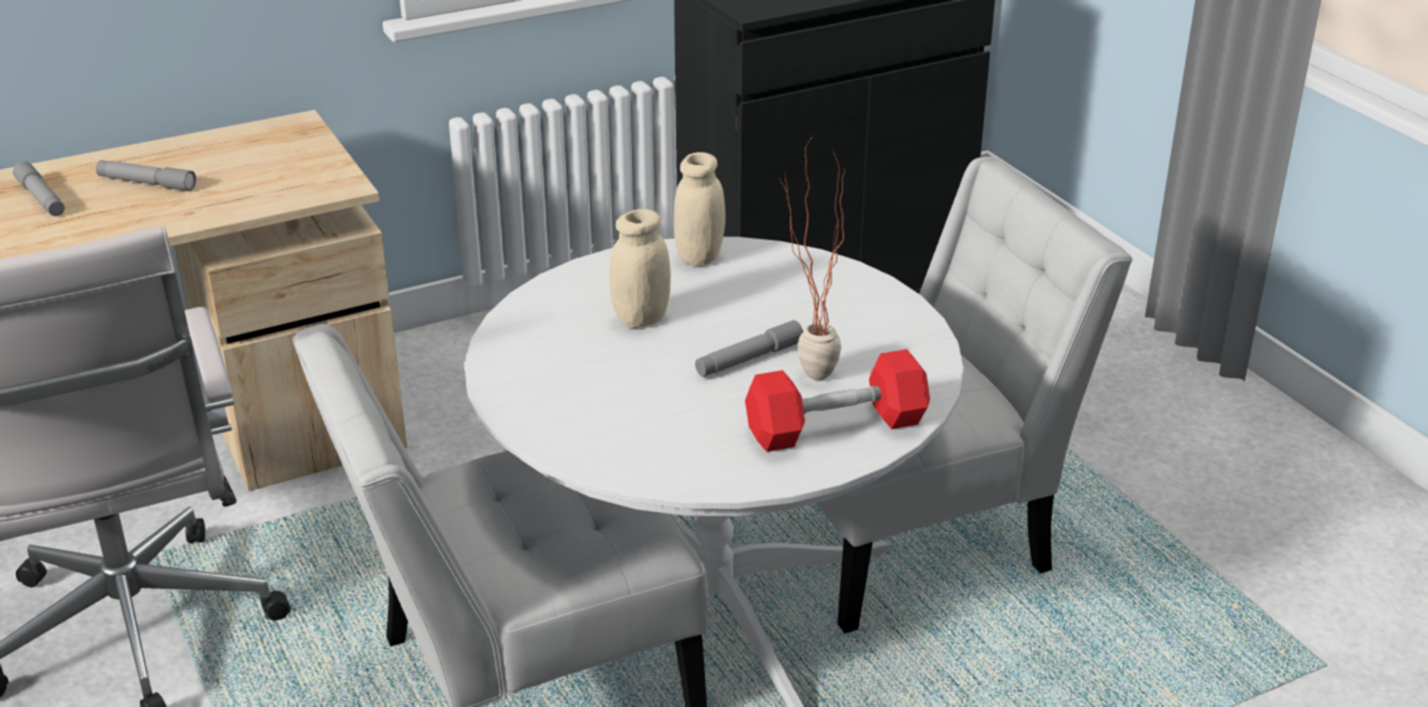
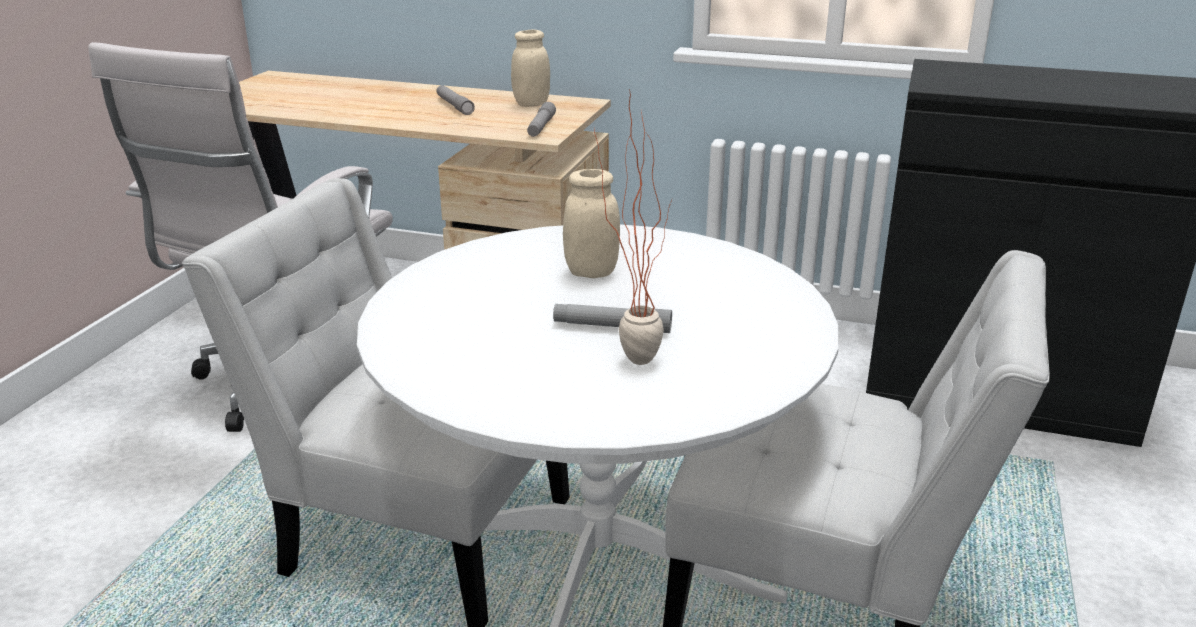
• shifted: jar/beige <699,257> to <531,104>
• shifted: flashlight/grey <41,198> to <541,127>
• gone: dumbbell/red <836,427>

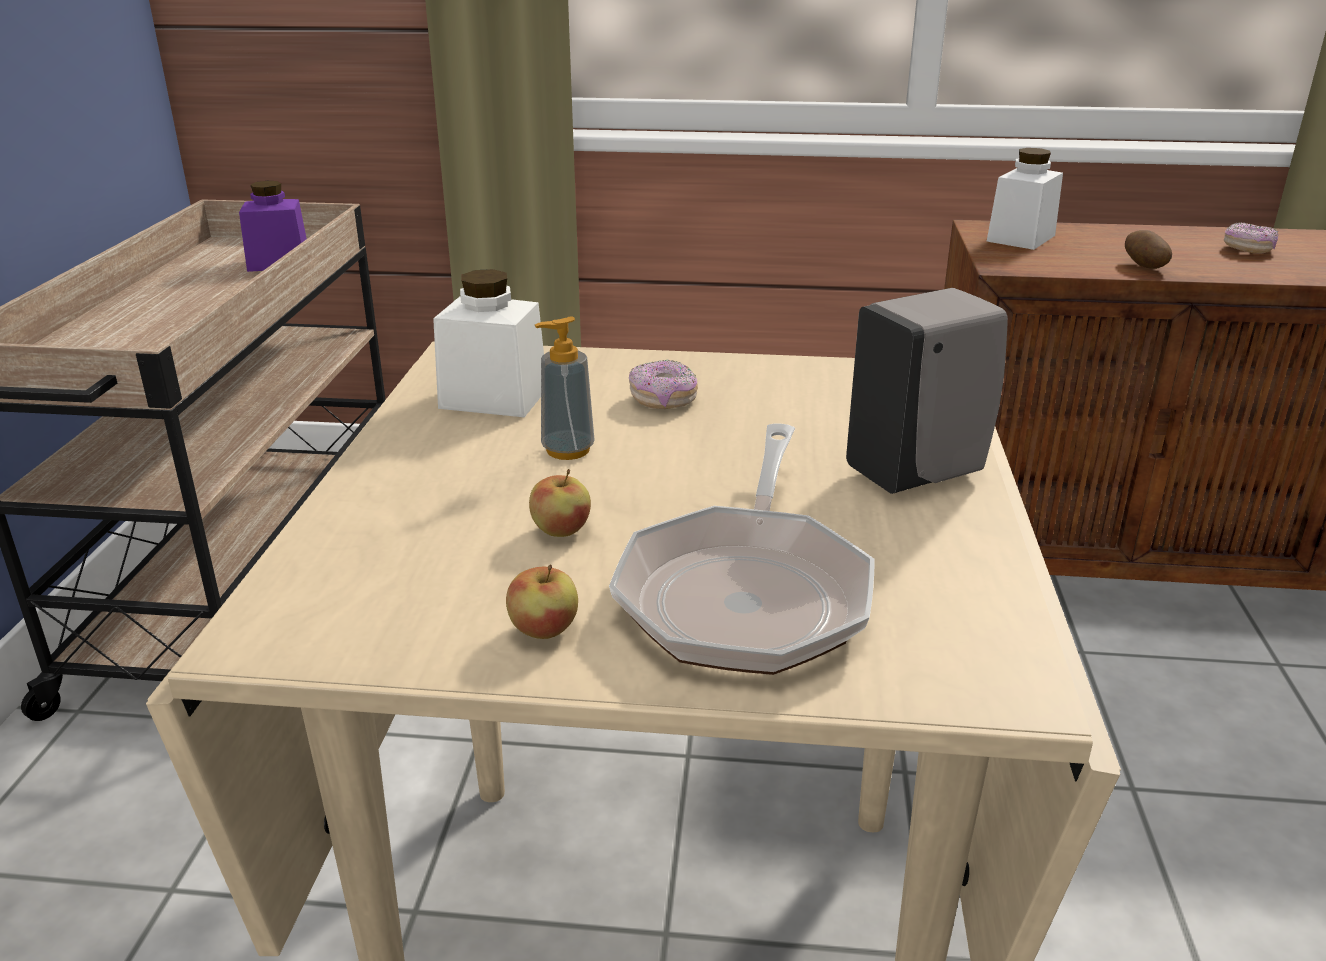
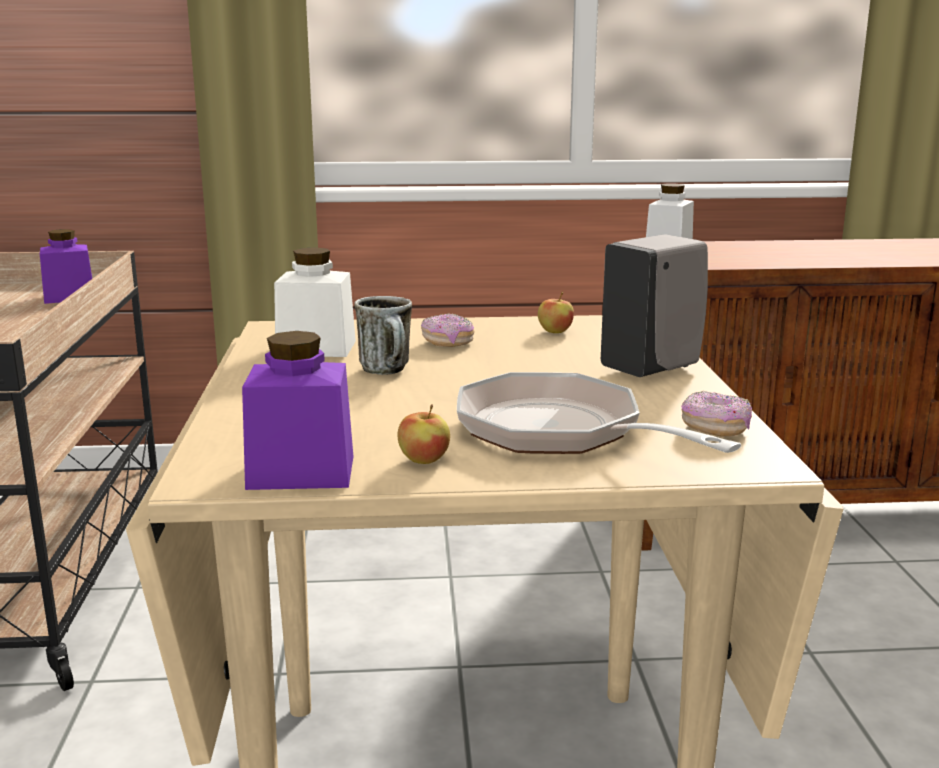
• new: jar/purple <301,472>
• swapped: soap dispenser <567,450> to mug <390,372>
• rotated: frying pan <747,591> = <560,432> 135 degrees clockwise
• shifted: apple <561,530> to <555,331>
• shifted: donut <1247,250> to <714,429>
• gone: potato <1144,267>

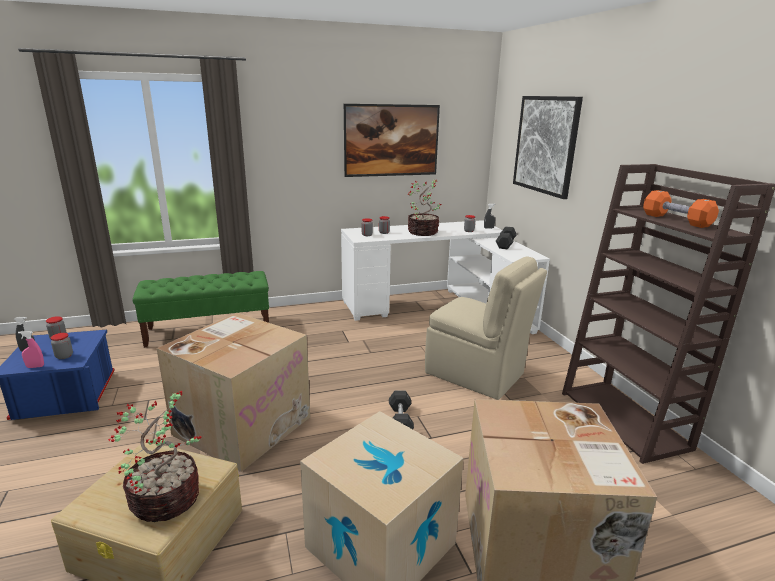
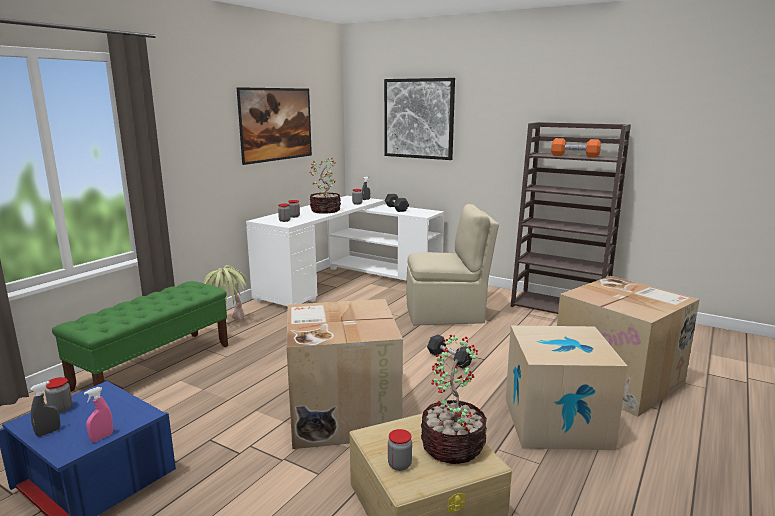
• new: potted plant <229,324>
• shifted: jar <64,356> to <399,465>

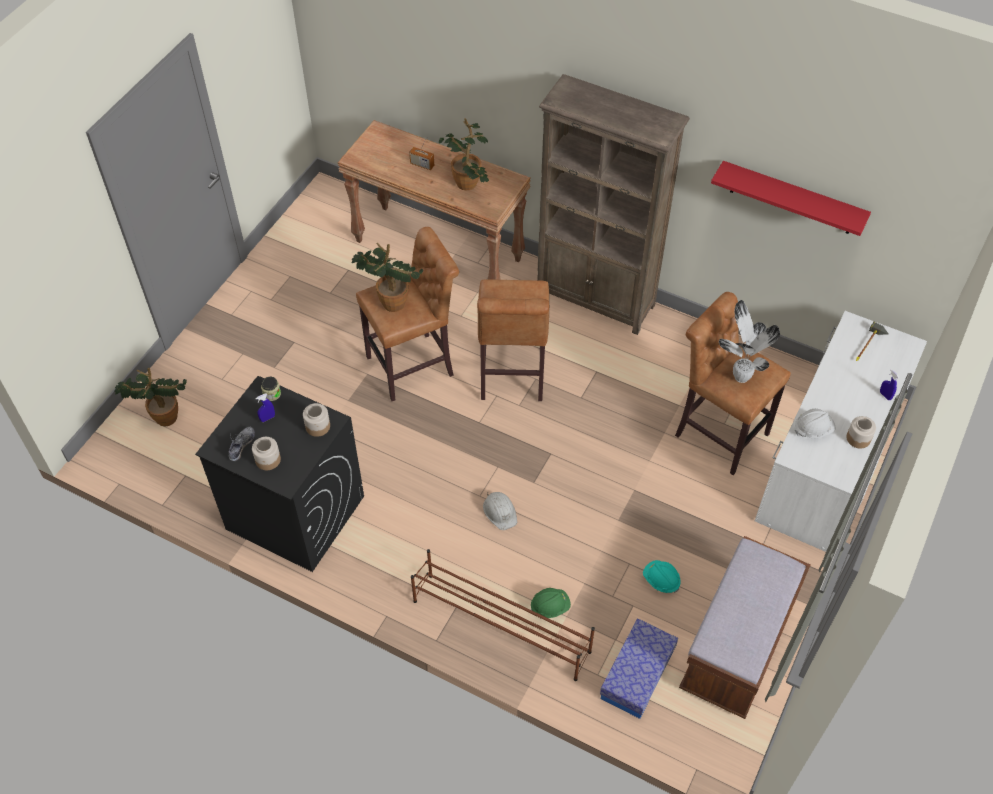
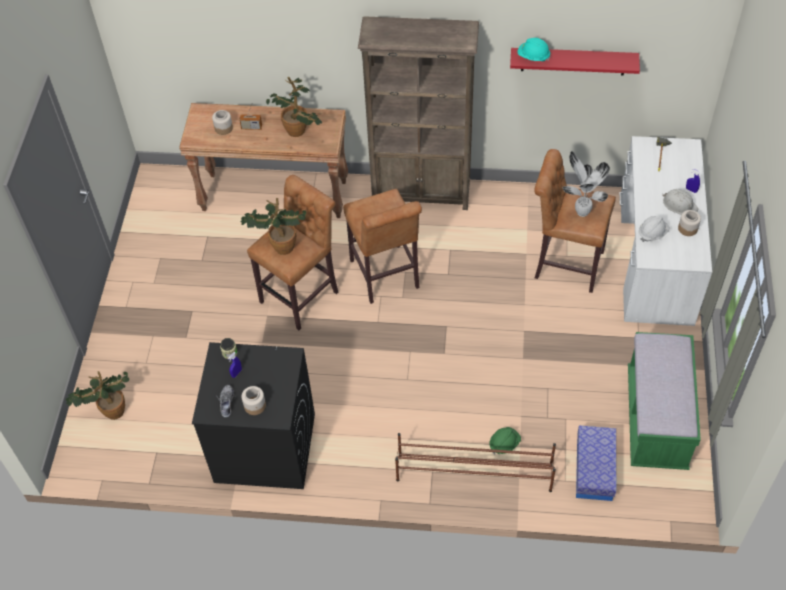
• shifted: jar <318,426> to <224,128>
• shifted: hard hat/turquoise <661,580> to <533,57>
• repainted: bench/brown <737,646> to bench/green <656,419>
• shifted: hard hat/white <500,511> to <679,204>

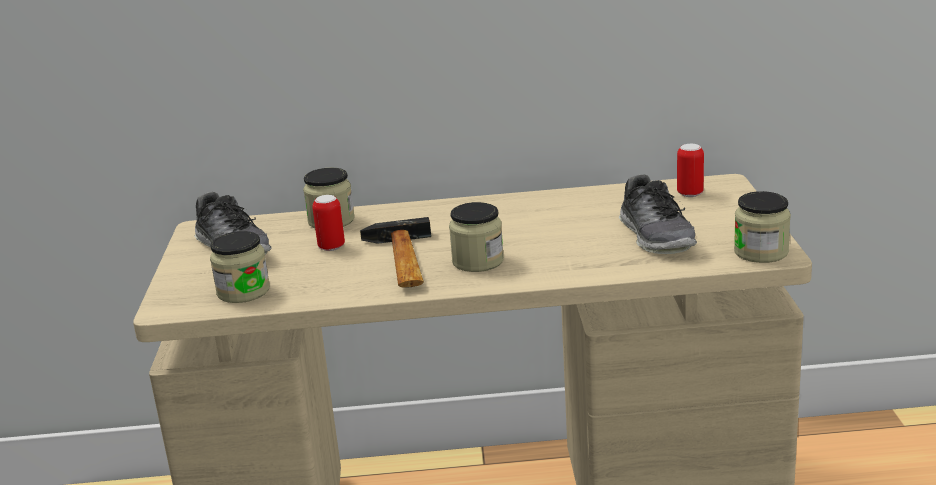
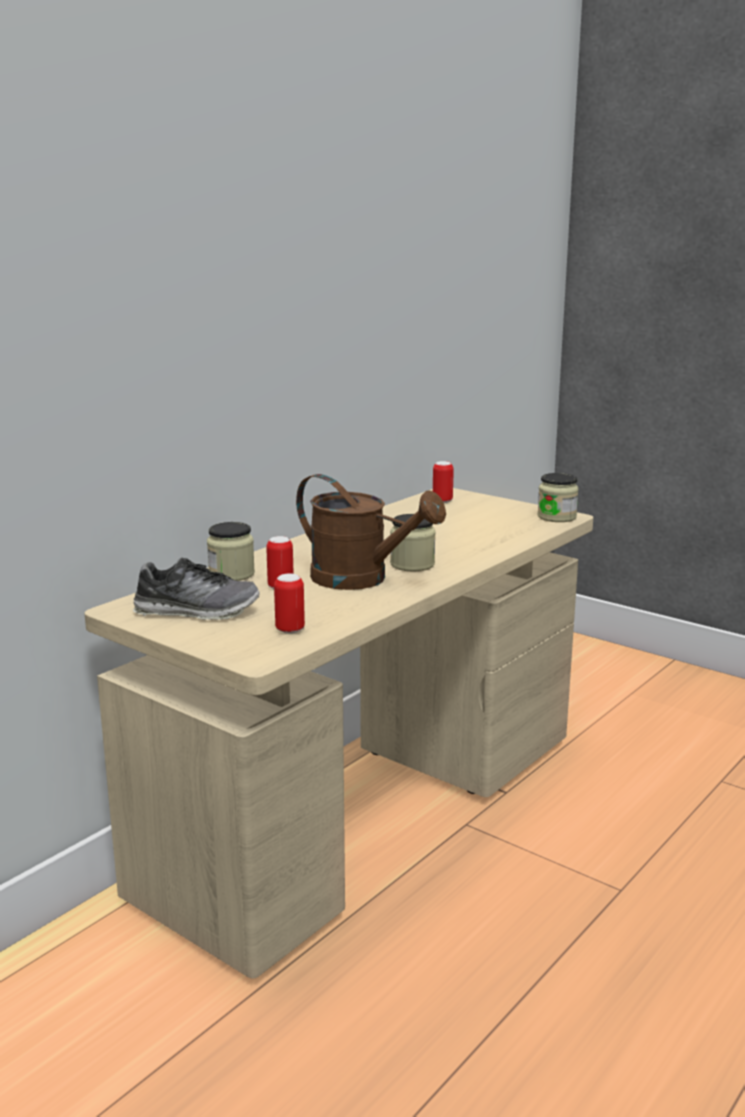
• swapped: jar <243,291> to can <290,629>
• swapped: hammer <401,262> to watering can/brown <361,580>
• gone: shoe <656,236>

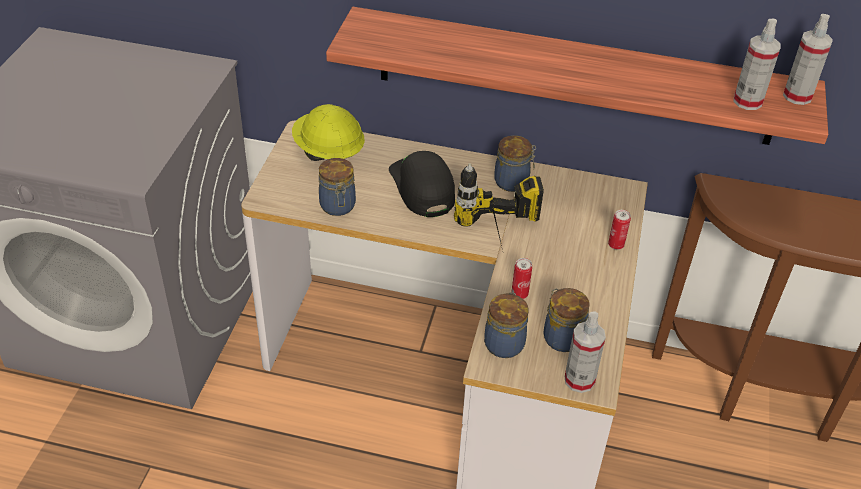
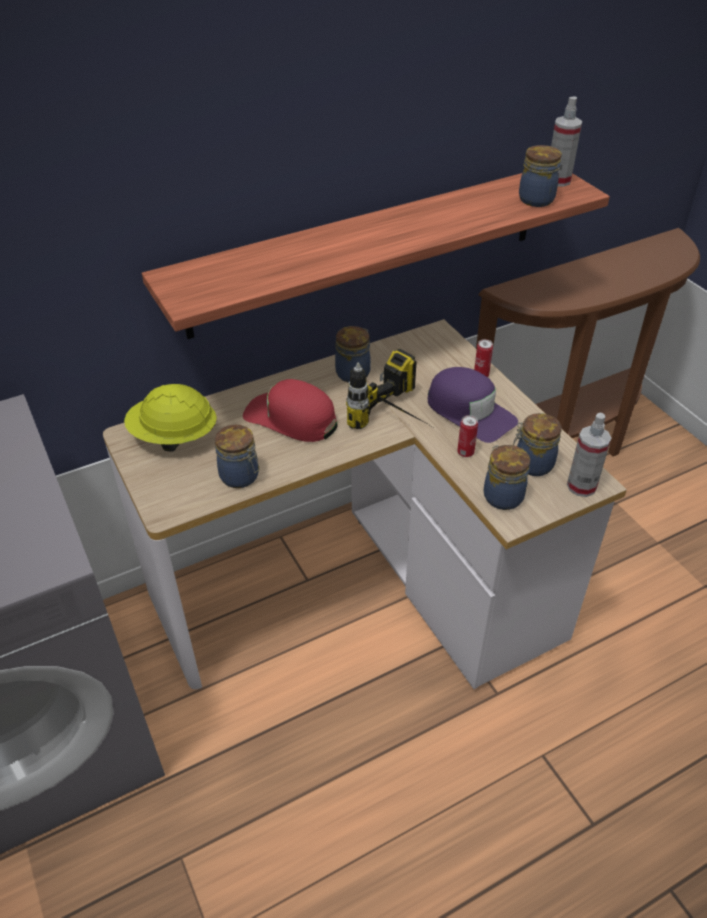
• repainted: cap/black <422,188> to cap/red <291,418>
• new: cap/purple <470,412>
• swapped: spray bottle <747,101> to jar <536,199>

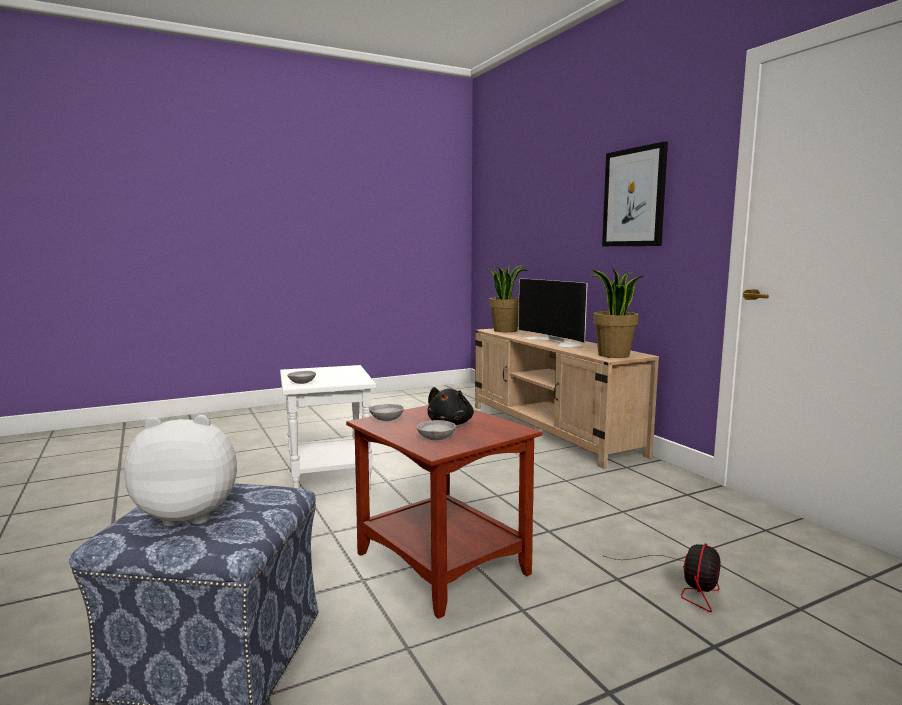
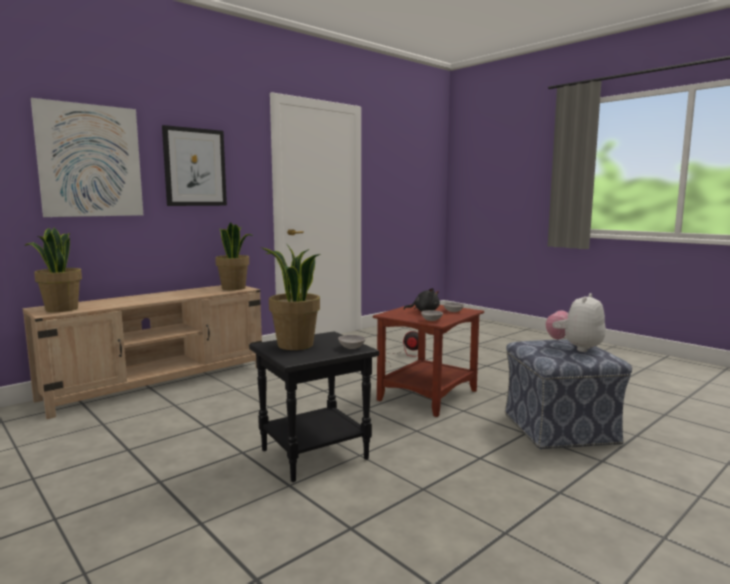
• new: picture <90,161>
• repainted: side table/white <331,479> to side table/black <314,453>
• new: potted plant <295,345>
• rotated: plush toy <190,515> = <575,348> 60 degrees clockwise
• gone: television <554,341>

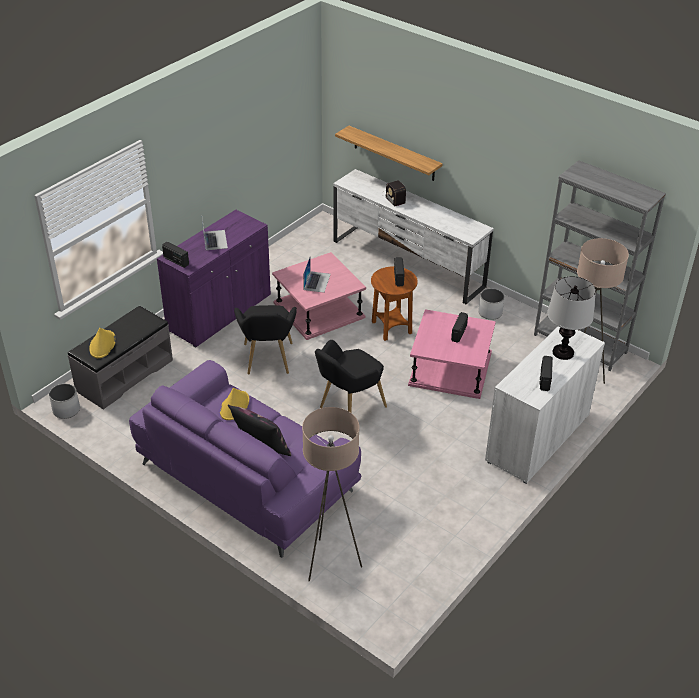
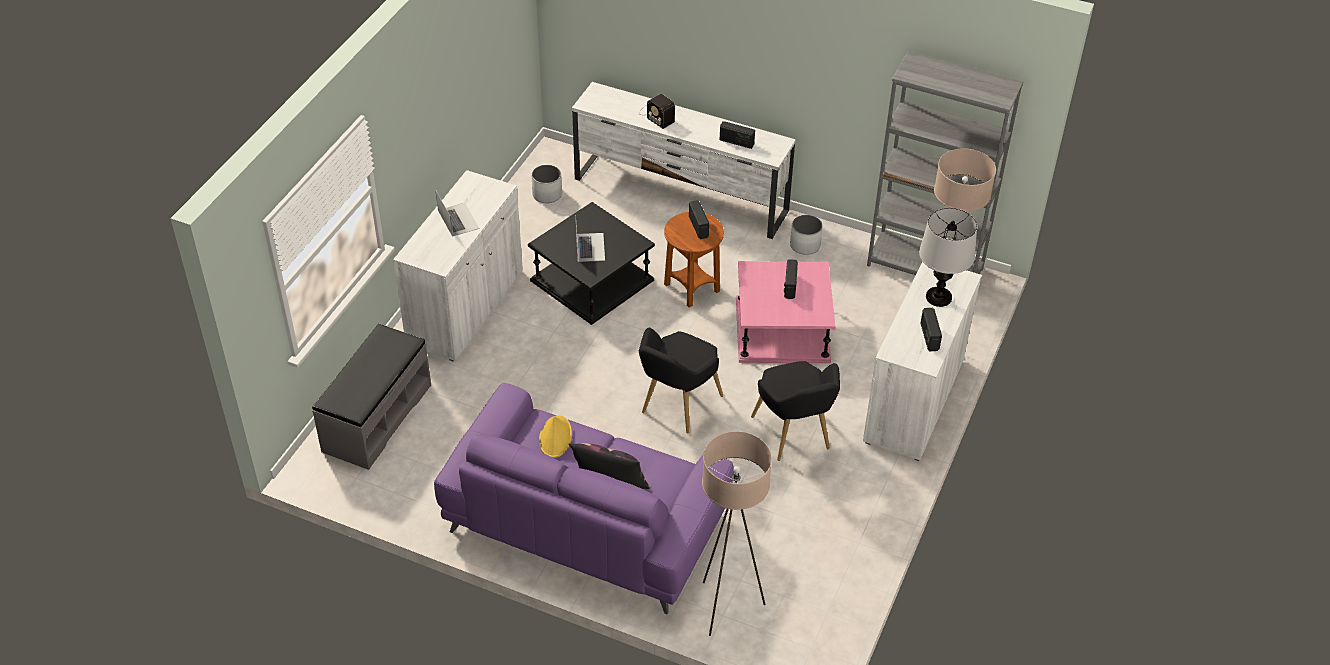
• repainted: cabinet/purple <219,313> to cabinet/white <466,307>
• repainted: side table/pink <319,310> to side table/black <592,280>
• shifted: planter/white <66,410> to <547,194>
• shifted: radio <176,261> to <736,142>
• shifted: armchair/black <267,361> to <794,436>
• gone: hat/yellow <102,345>
• gone: shelf <394,153>

